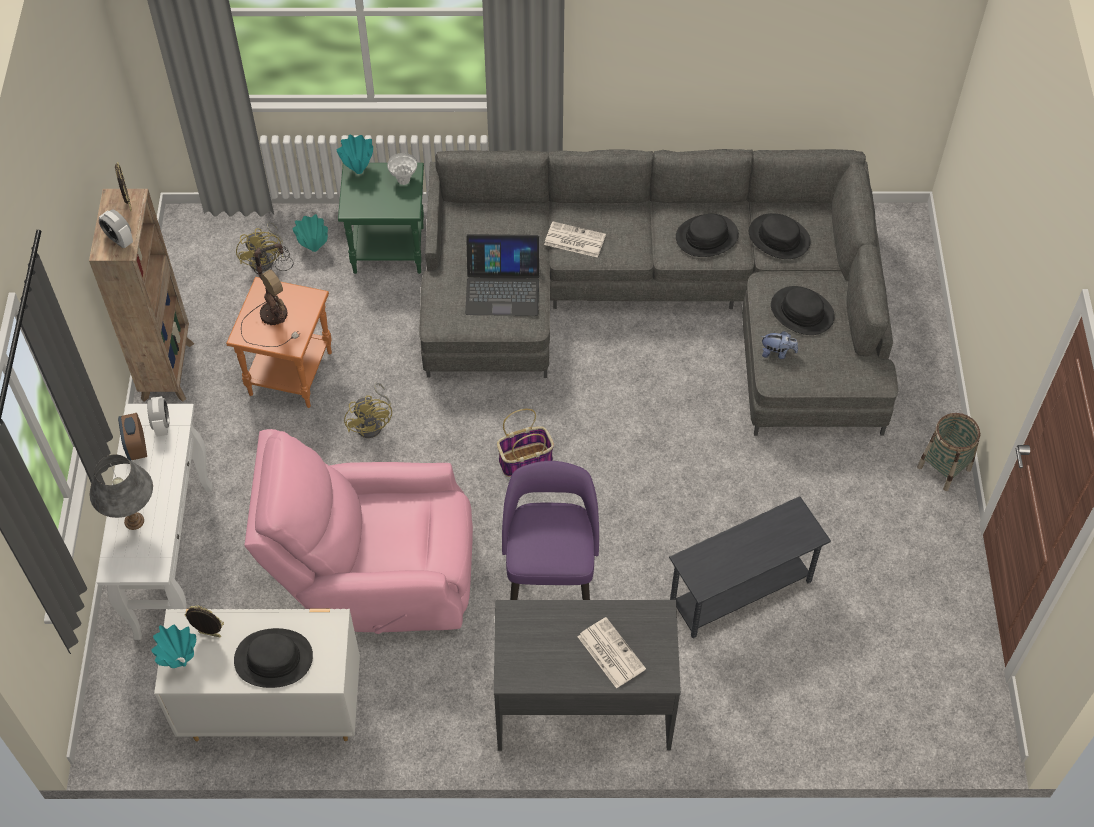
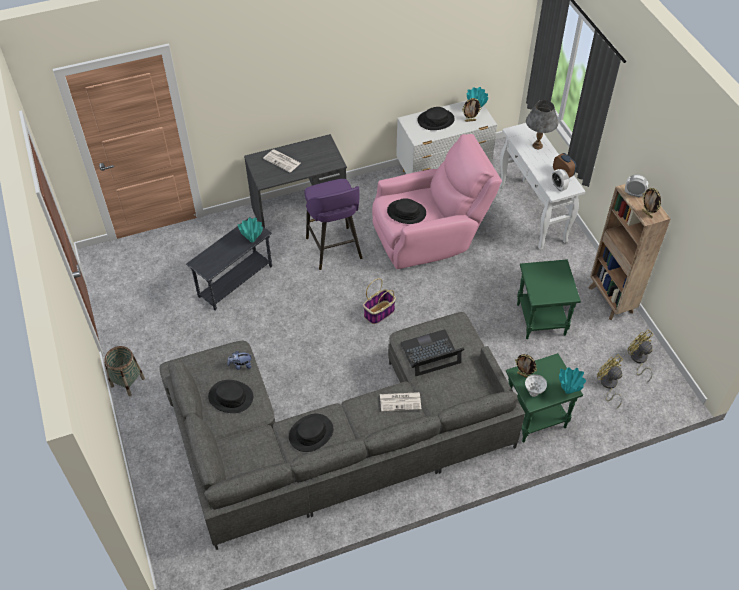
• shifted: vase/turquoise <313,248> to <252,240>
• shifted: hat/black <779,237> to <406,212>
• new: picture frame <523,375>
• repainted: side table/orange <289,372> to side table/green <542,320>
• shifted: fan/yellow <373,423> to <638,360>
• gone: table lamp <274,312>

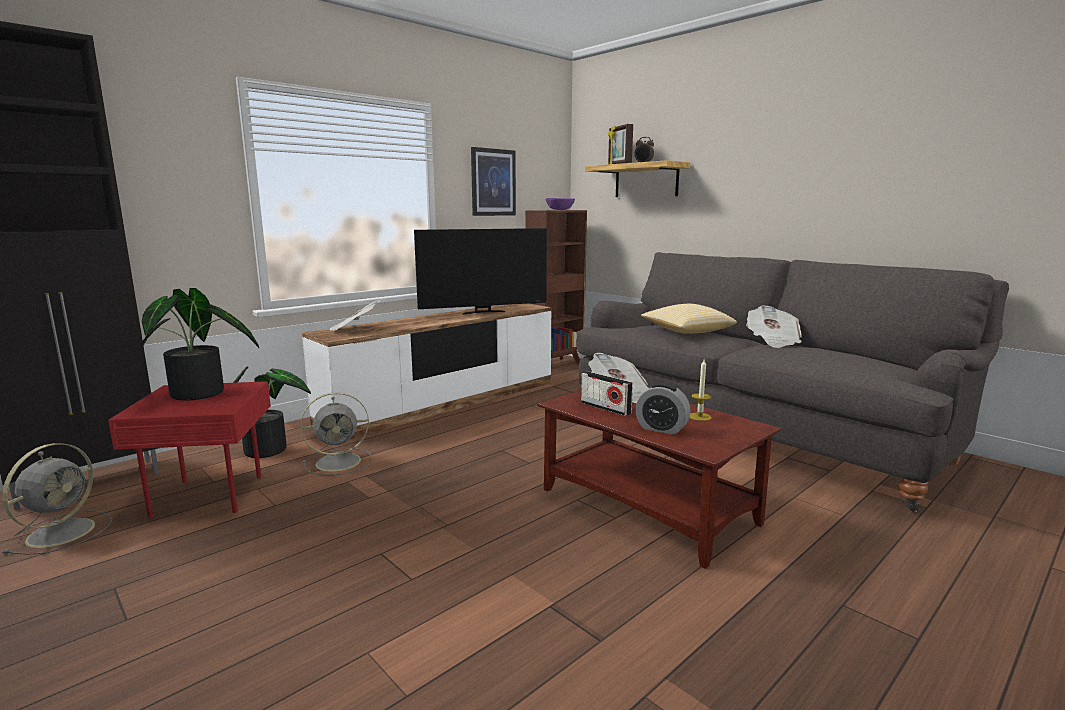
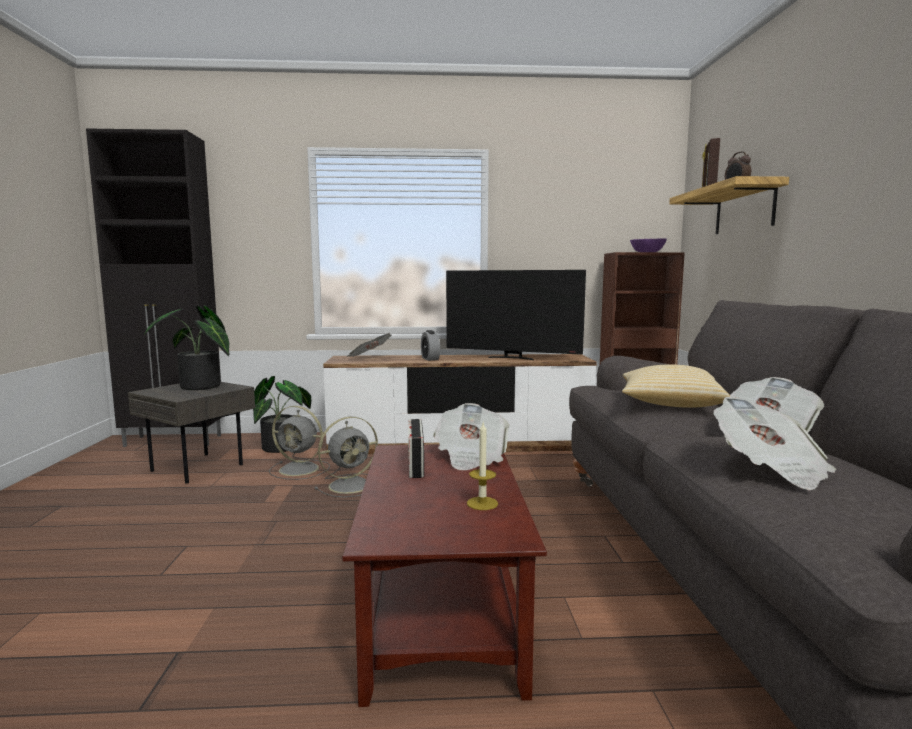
• repainted: side table/red <212,494> to side table/grey <200,467>
• shifted: fan/grey <63,531> to <351,485>
• shifted: alarm clock <661,429> to <430,359>
• new: newspaper <770,469>
• gone: picture <493,182>

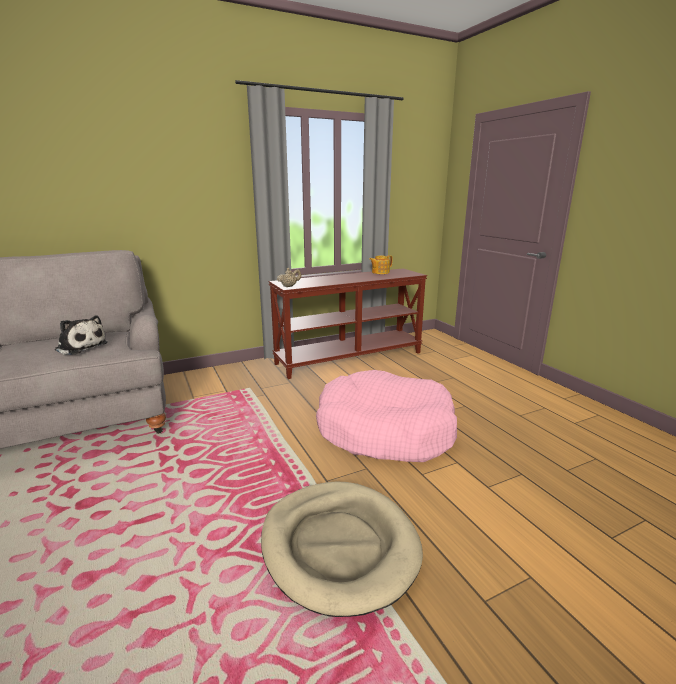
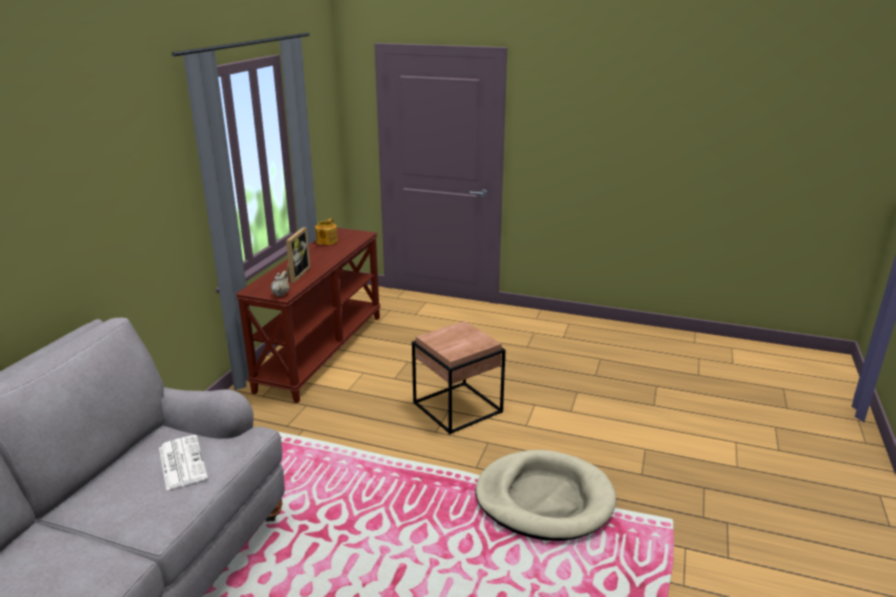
• swapped: plush toy <80,347> to newspaper <181,462>
• new: picture frame <296,274>
• swapped: dog bed/pink <384,430> to side table/brown <457,407>

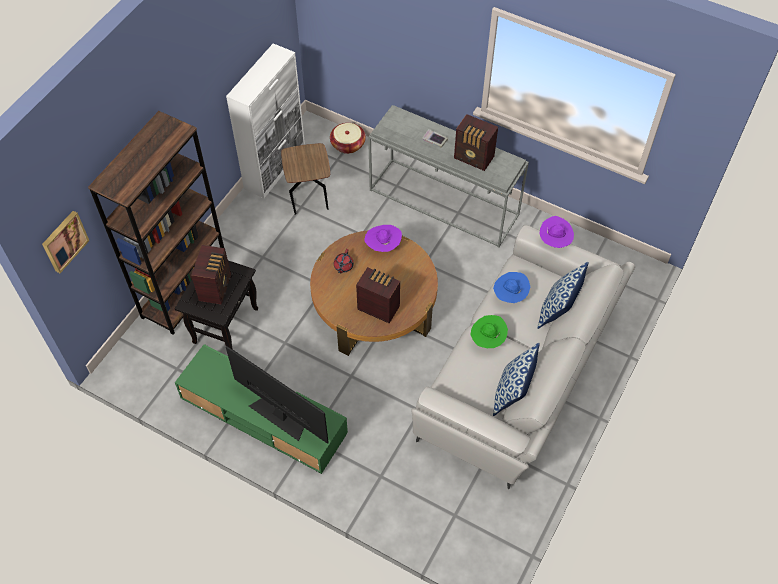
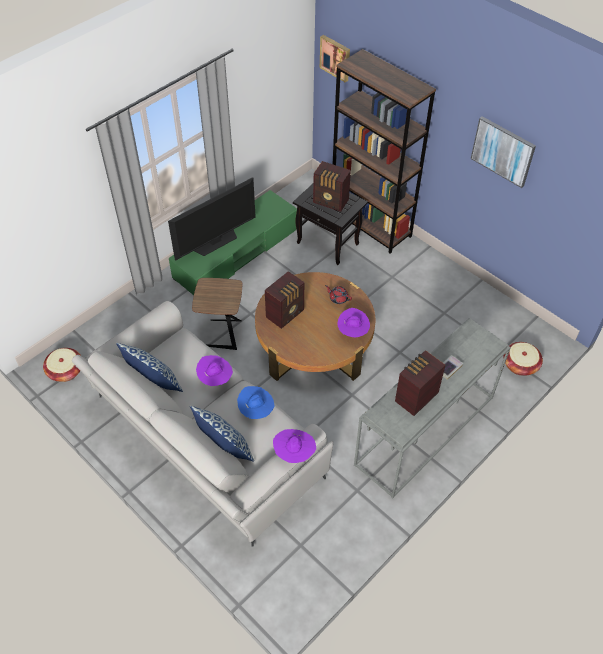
• new: basket <65,371>
• shifted: side table/brown <310,201> to <222,334>
• repainted: hat/green <487,339> to hat/purple <215,379>
• new: picture <503,151>
• gone: cabinet/white <275,167>

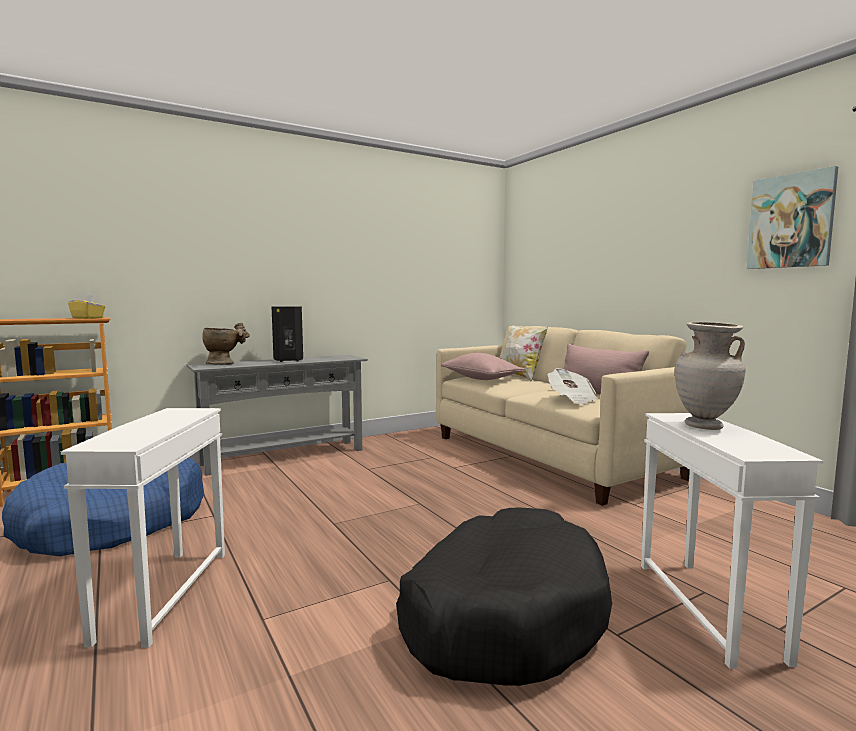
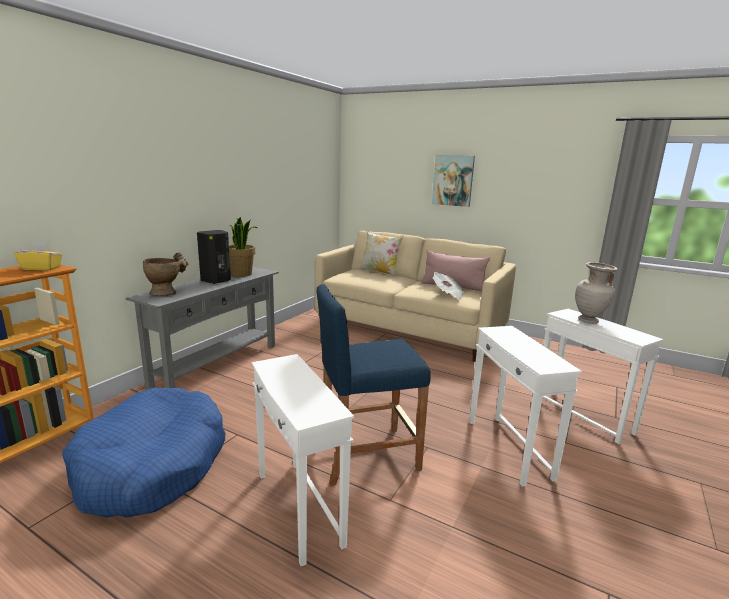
• new: potted plant <242,274>
• new: stool/blue <366,455>
• shifted: picture <791,221> to <453,180>
• swapped: dog bed/black <503,614> to side table/white <508,449>
• gone: pillow/pink <480,379>

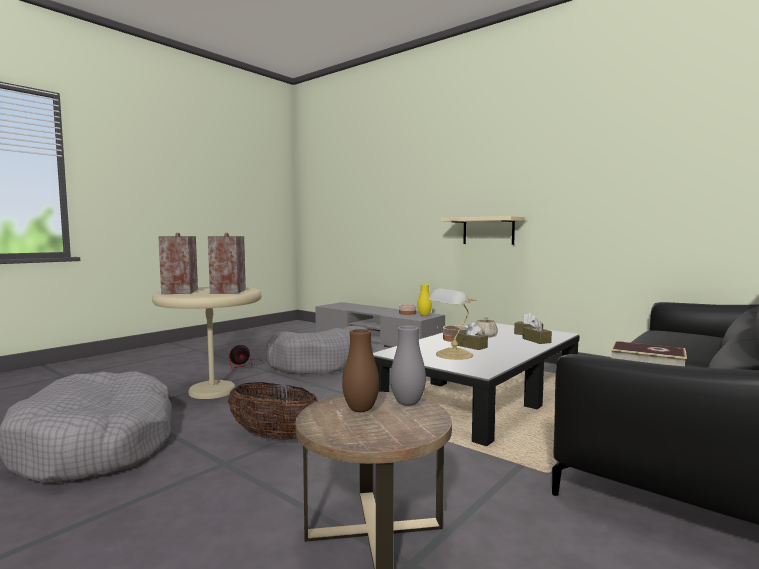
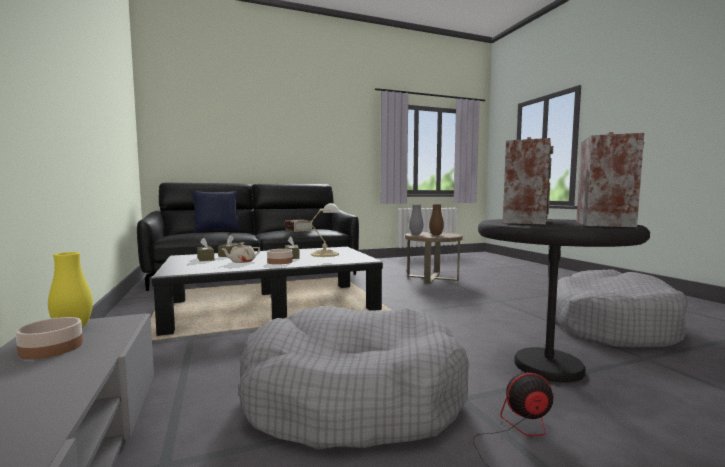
• new: pillow/blue <216,231>
• repainted: side table/beige <212,391> to side table/black <548,366>
• gone: basket <273,436>
• gone: shelf/beige <488,231>

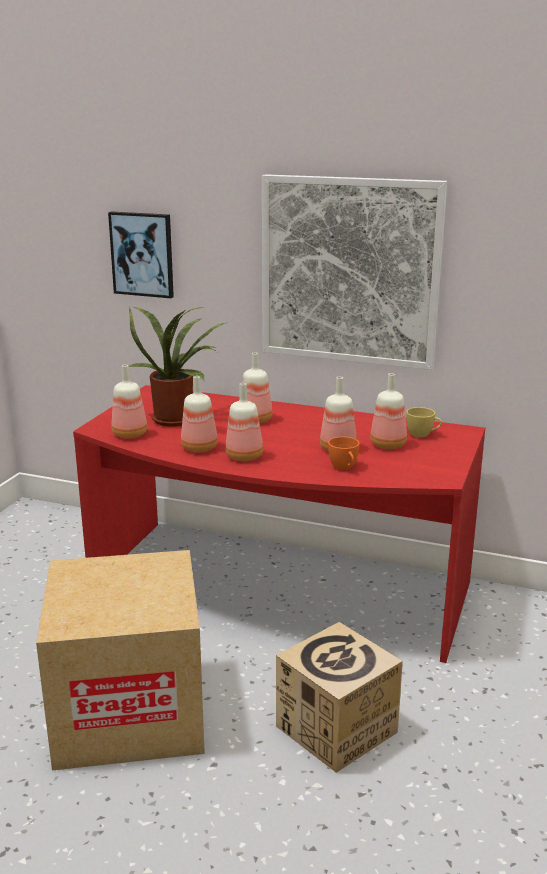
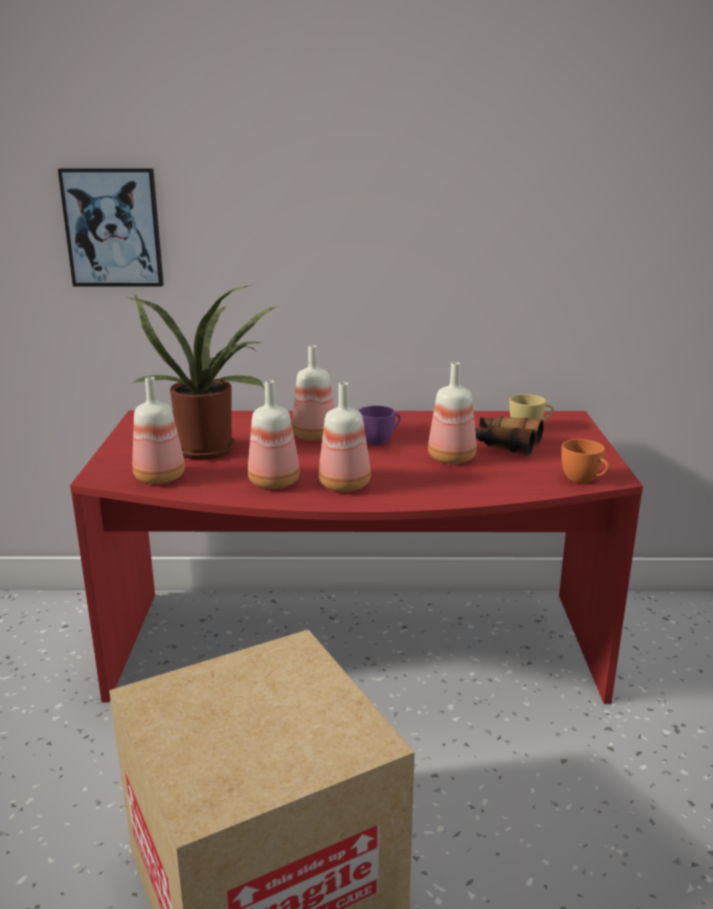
• new: cup/purple <380,440>
• swapped: bottle <387,444> to binoculars <503,444>
• shifted: cup/orange <344,468> to <584,480>
• gone: picture <349,271>
• gone: cardboard box <336,729>

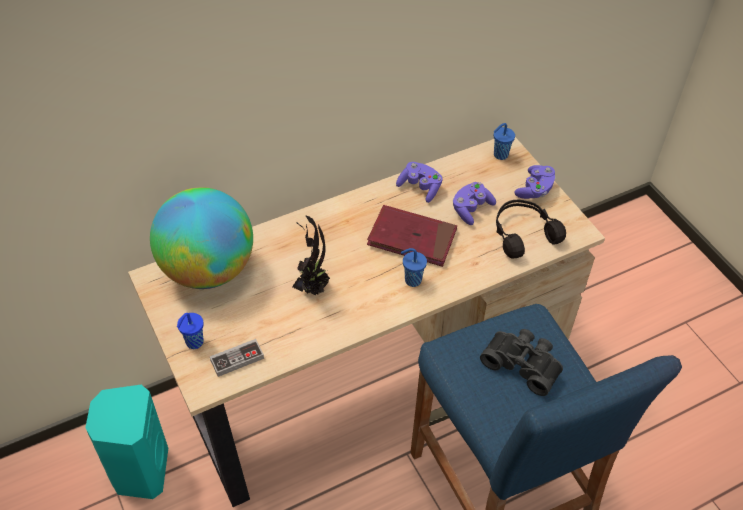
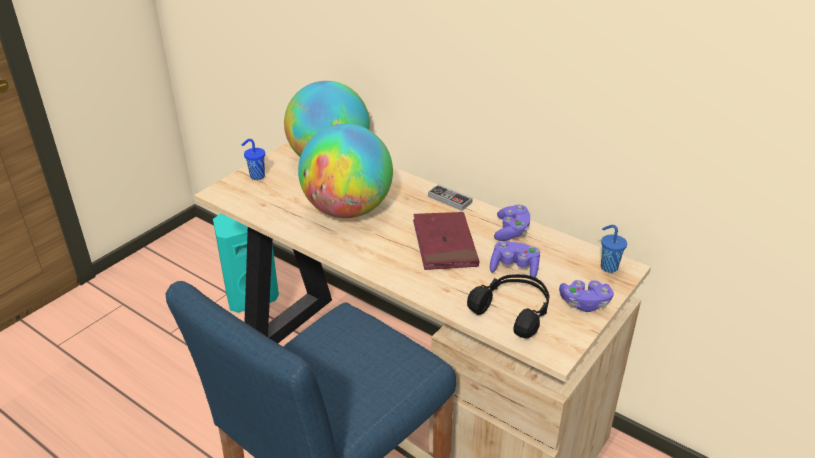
• swapped: potted plant <313,287> to globe <347,210>
• shifted: game controller <237,359> to <449,199>
• gone: cup/blue <412,280>
• gone: binoculars/black <523,363>

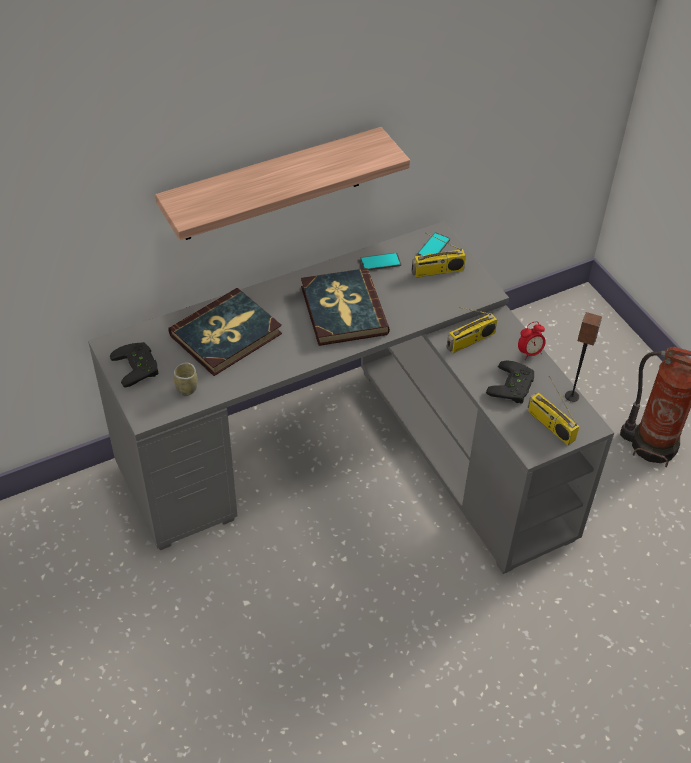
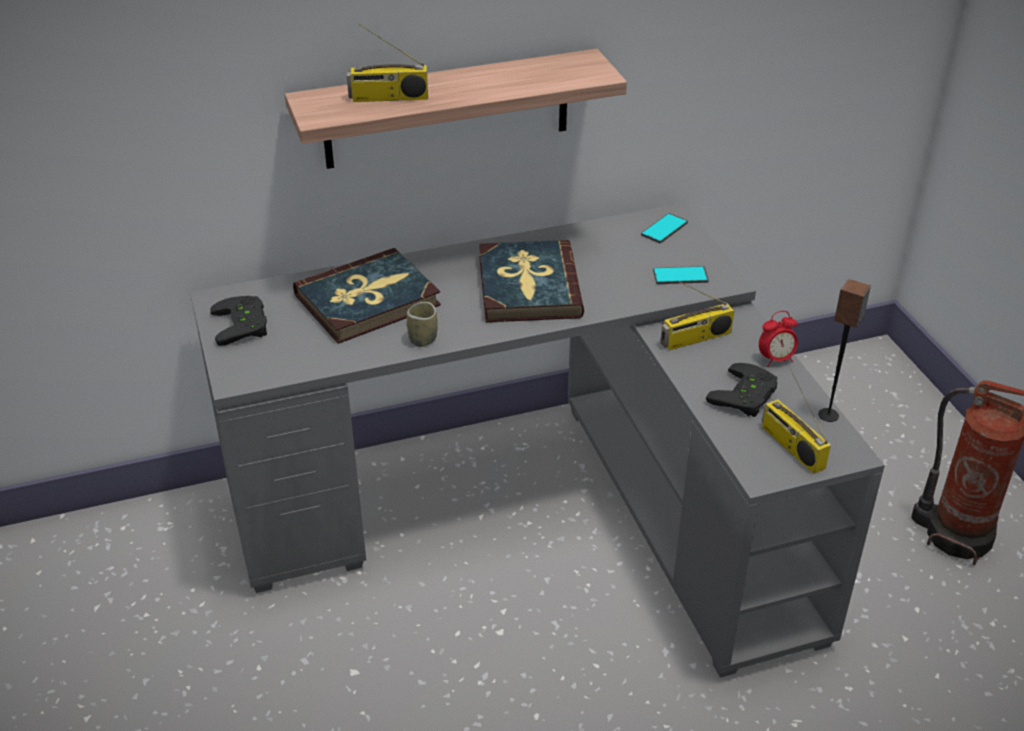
• shifted: radio <437,271> to <388,98>
• shifted: cup <187,389> to <423,339>
• shifted: phone <380,262> to <680,276>

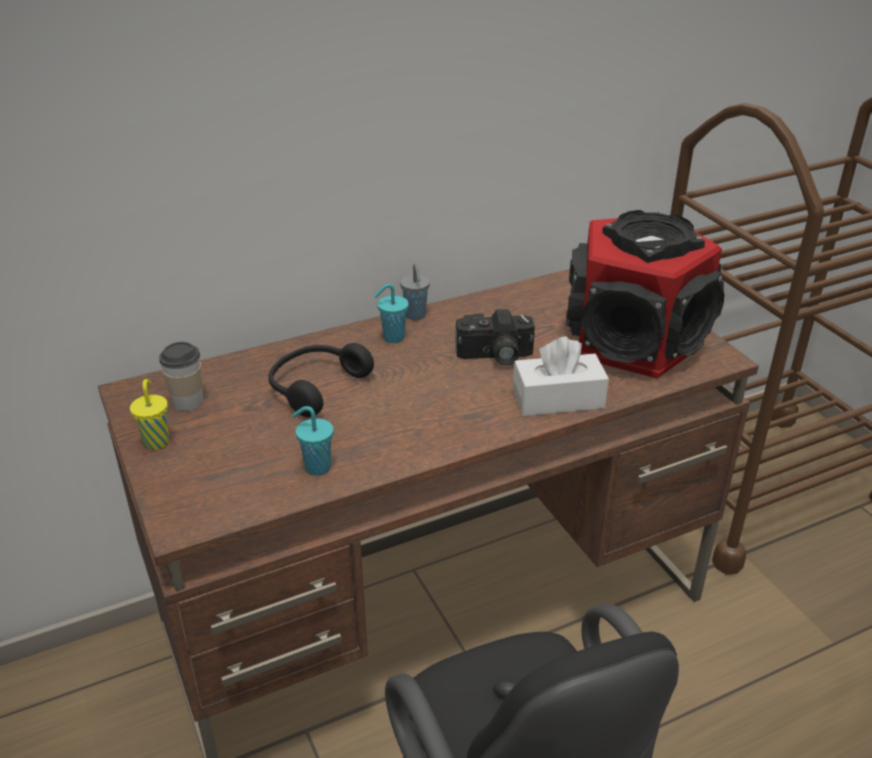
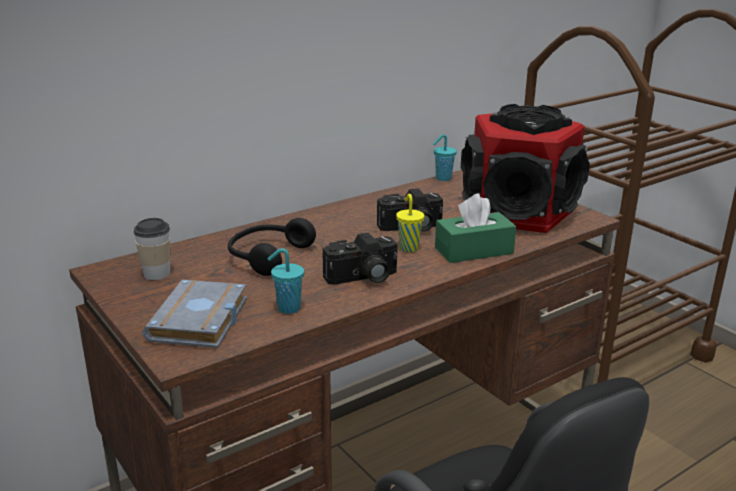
• new: book/grey <201,322>
• new: photo camera <362,278>
• shifted: cup/yellow <157,441> to <408,247>
• shifted: cup/turquoise <392,338> to <442,178>
• repainted: tissue box/white <558,399> to tissue box/green <474,250>
• gone: cup/grey <415,316>

